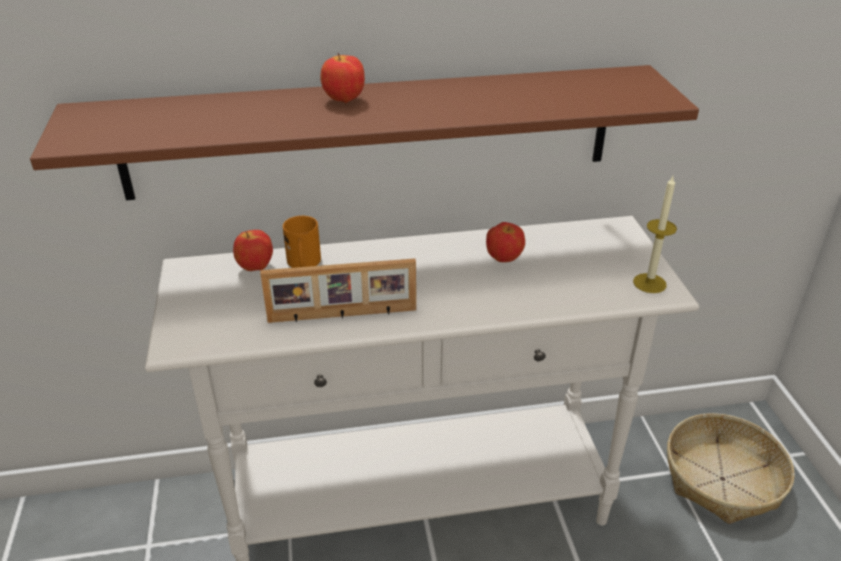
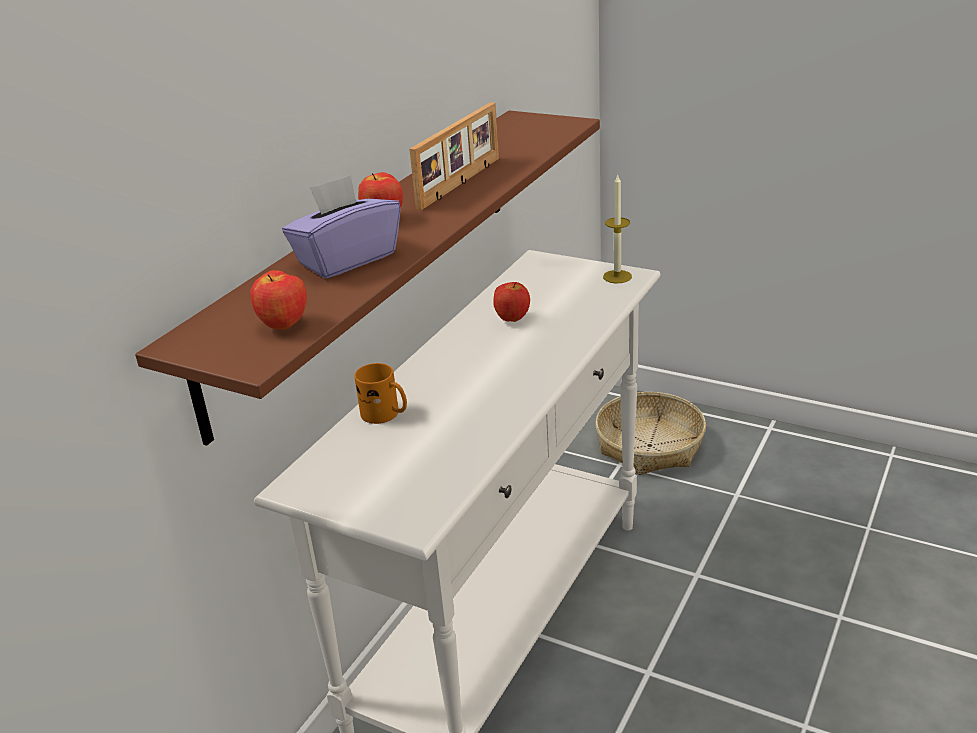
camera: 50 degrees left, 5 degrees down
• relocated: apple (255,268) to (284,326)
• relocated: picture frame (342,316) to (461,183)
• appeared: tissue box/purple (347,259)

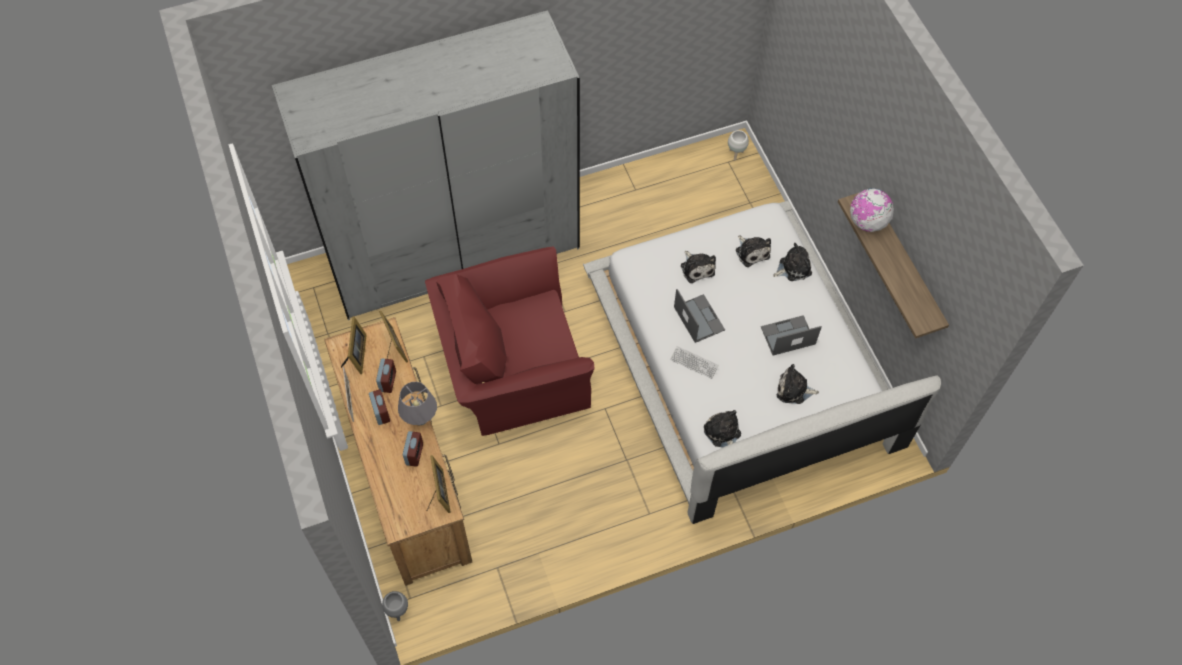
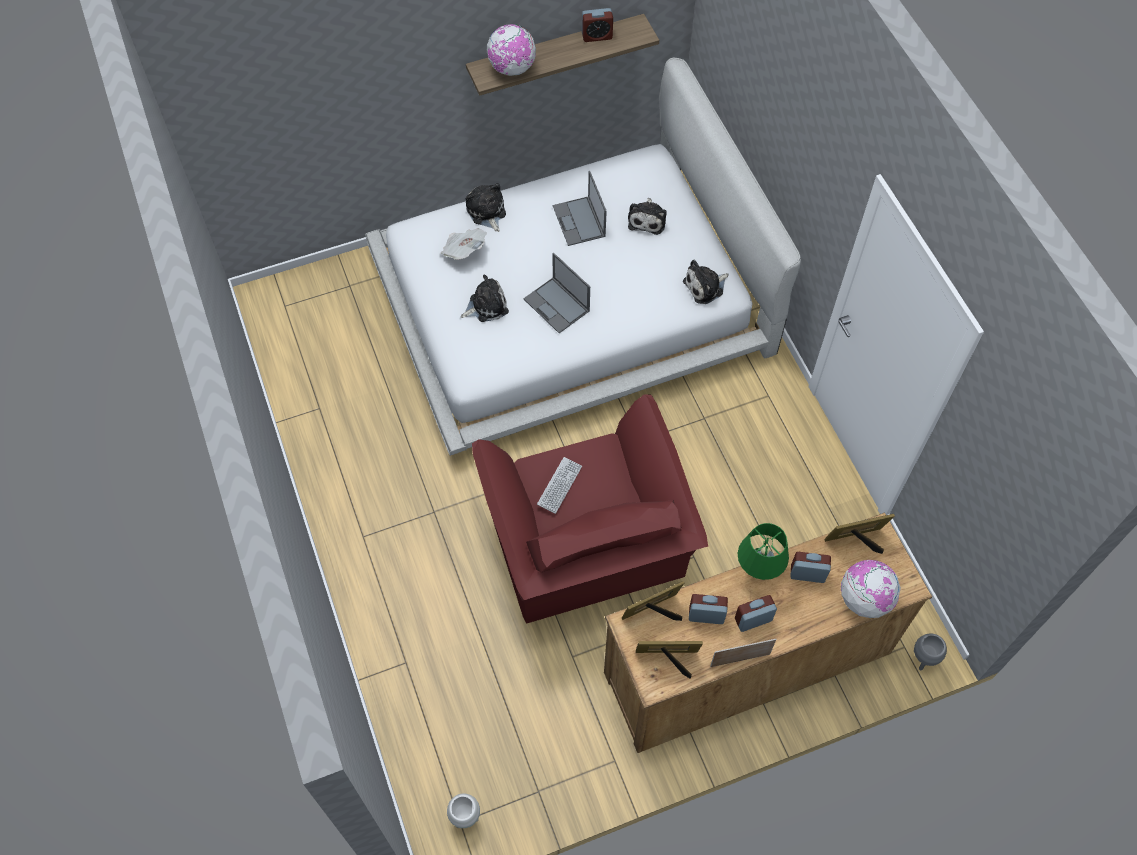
camera: 90 degrees left, 0 degrees up
• missing: wardrobe/grey (454,253)
• relocated: planter/white (736,154) to (465,817)
• exchanged: plush toy (751,252) to newspaper (464,250)
• spun: laptop (698,318) = (557,305) 105 degrees counterclockwise
• relocated: keyboard (694,363) to (559,485)
• colour: table lamp/grey (421,419) to table lamp/green (757,570)
• appeared: alarm clock (597,36)
• appeared: globe (864,599)

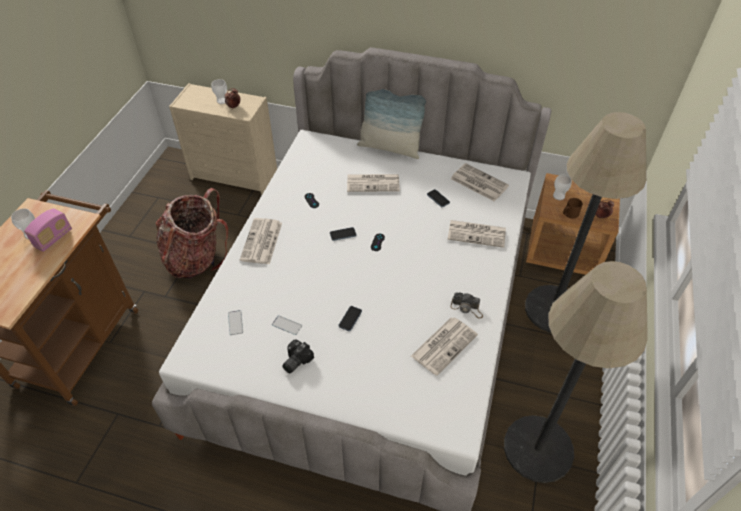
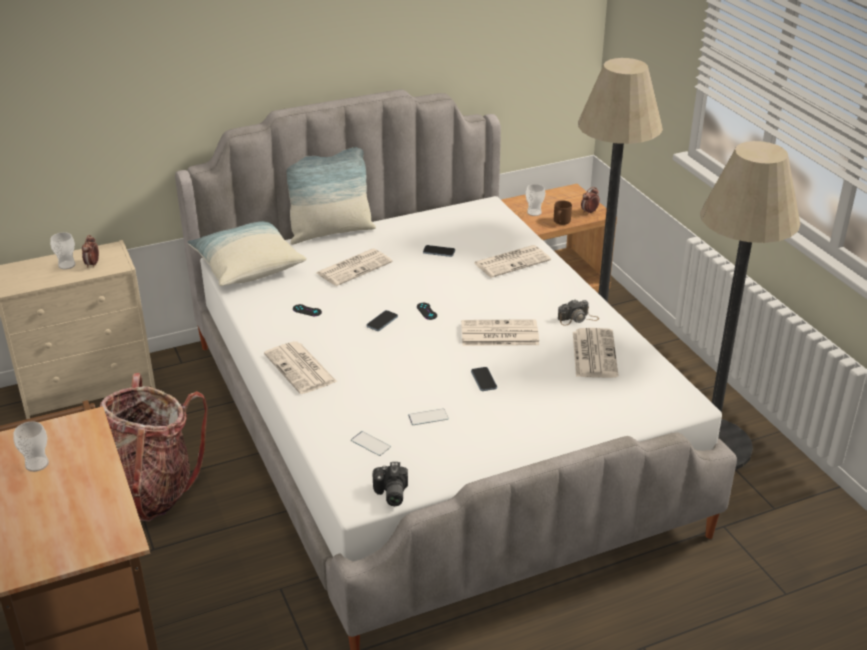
camera: 40 degrees left, 15 degrees down
• relocated: newspaper (478,182) to (498,334)
• missing: radio (53,238)
• relocated: photo camera (295,361) to (390,494)
• appeared: pillow (247,266)

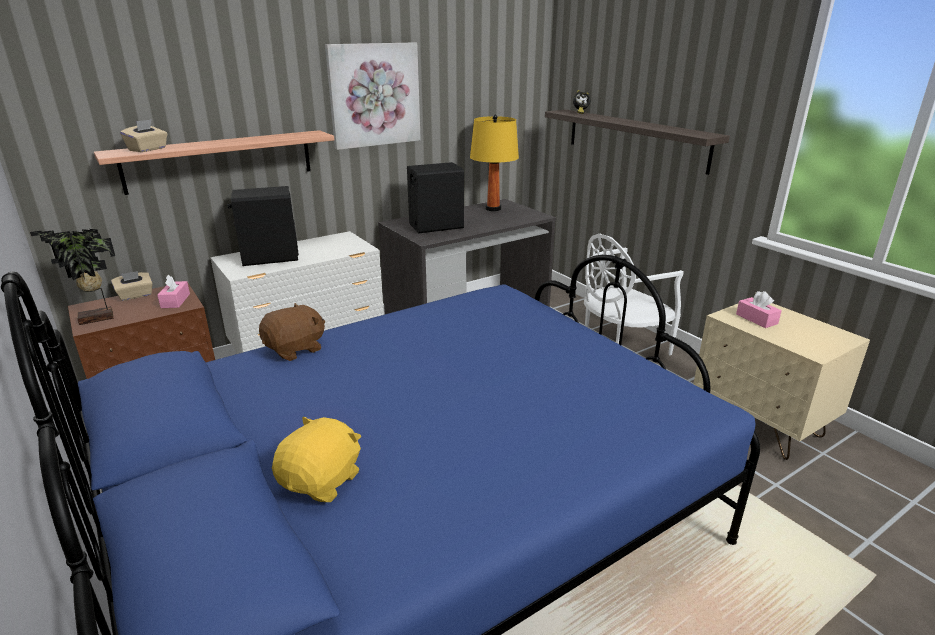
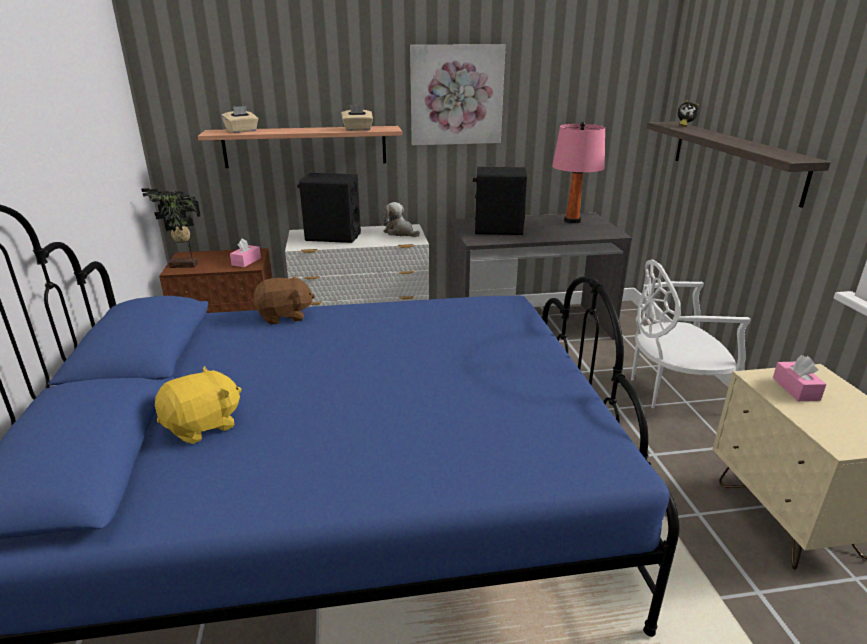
camera: 25 degrees right, 0 degrees up
• colour: table lamp/yellow (493,209) to table lamp/pink (572,221)
• relocated: tissue box/beige (135,295) to (357,129)
• appeared: plush toy (400,233)

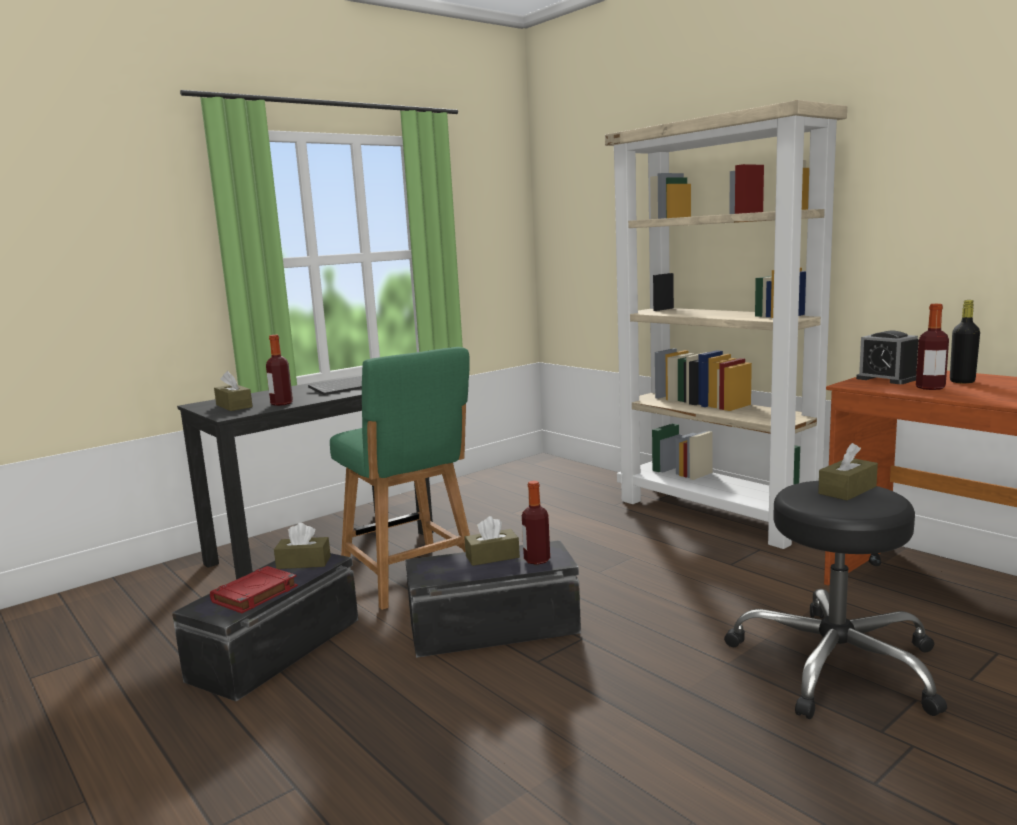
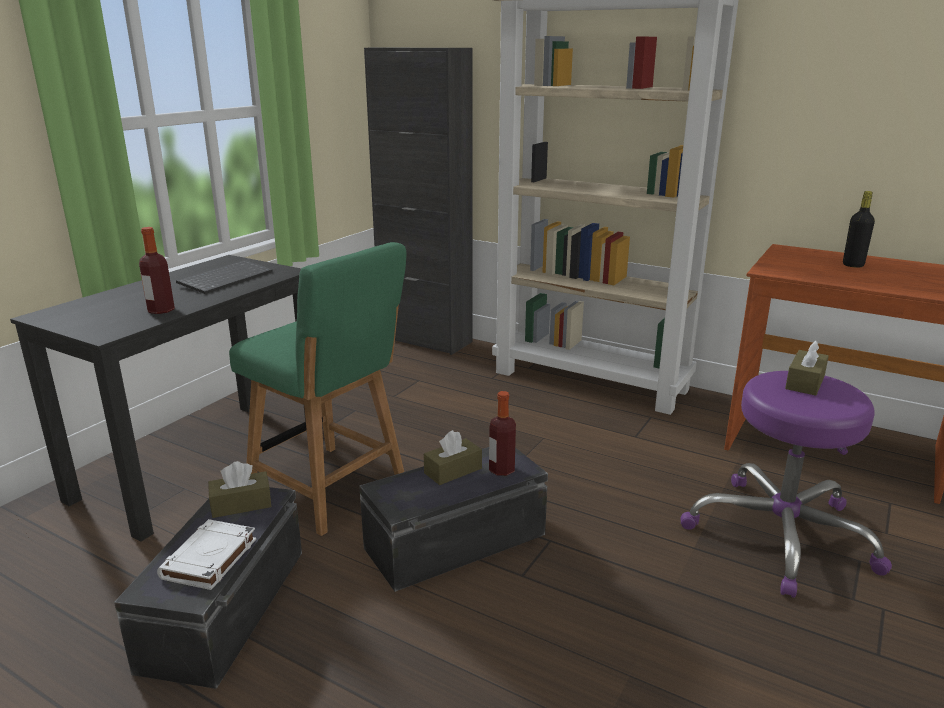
camera: 20 degrees left, 10 degrees up
• missing: bottle (930,388)
• missing: alarm clock (886,379)
• missing: tissue box/brown (234,406)
• colour: stool/black (837,664) to stool/purple (781,534)
• colour: book/red (254,595) to book/white (209,559)
• appeared: cabinet/black (425,340)

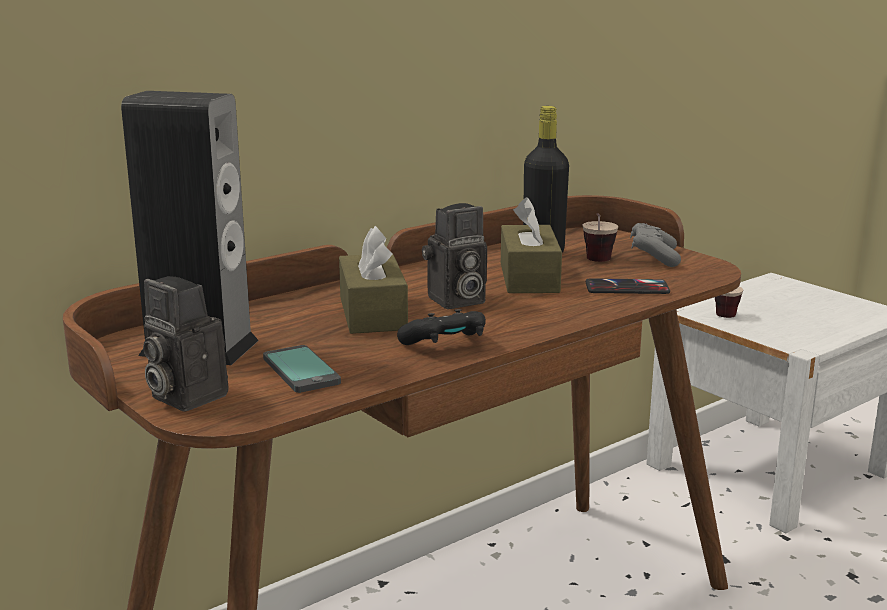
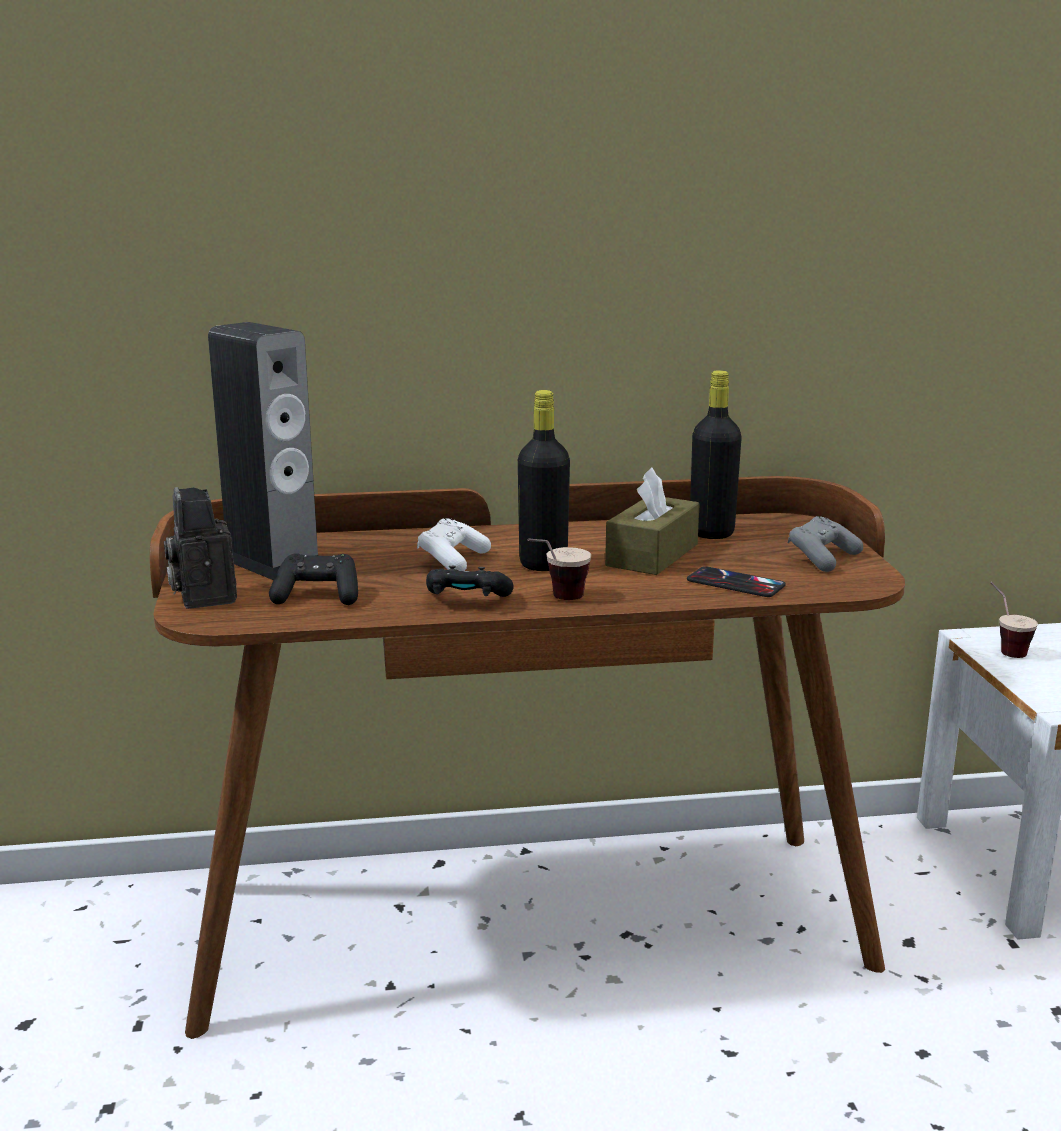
camera: 30 degrees right, 0 degrees up
• exchanged: photo camera (455,301) to bottle/black (543,564)
• relocated: cup (597,263) to (556,601)
• exchanged: tissue box/brown (372,313) to game controller/white (452,560)
• exchanged: phone (301,371) to game controller/black (317,596)

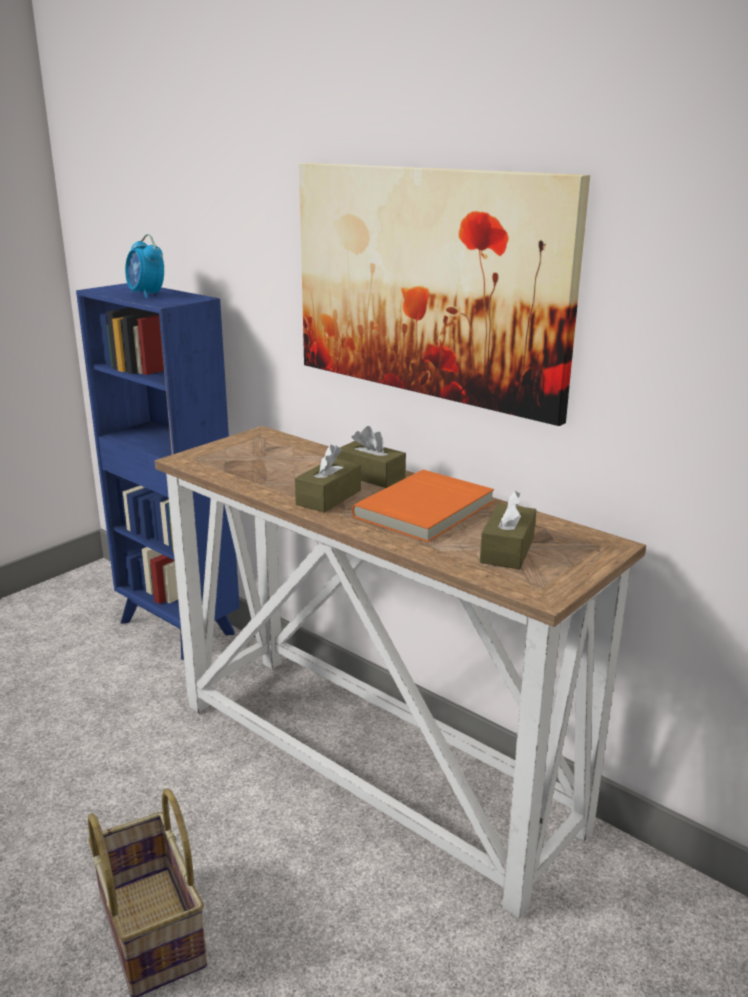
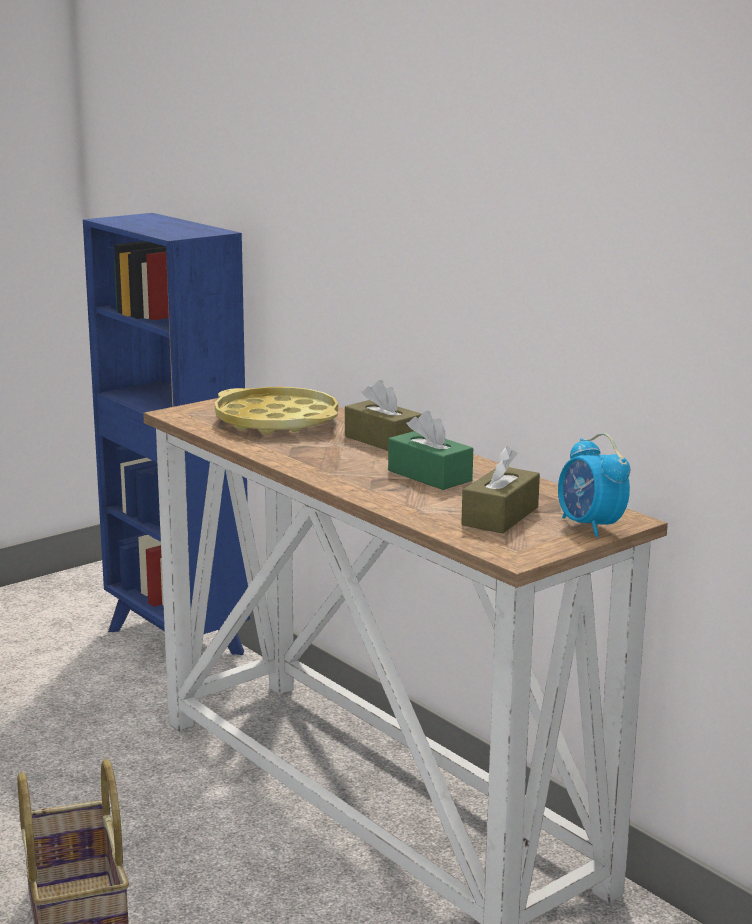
camera: 10 degrees right, 5 degrees down
• missing: picture (428,284)
• relocated: alarm clock (146,295) to (590,526)
• missing: tissue box/brown (328,497)
• exchanged: book/orange (426,510) to tissue box/green (429,475)
• appeared: tray/yellow (276,421)

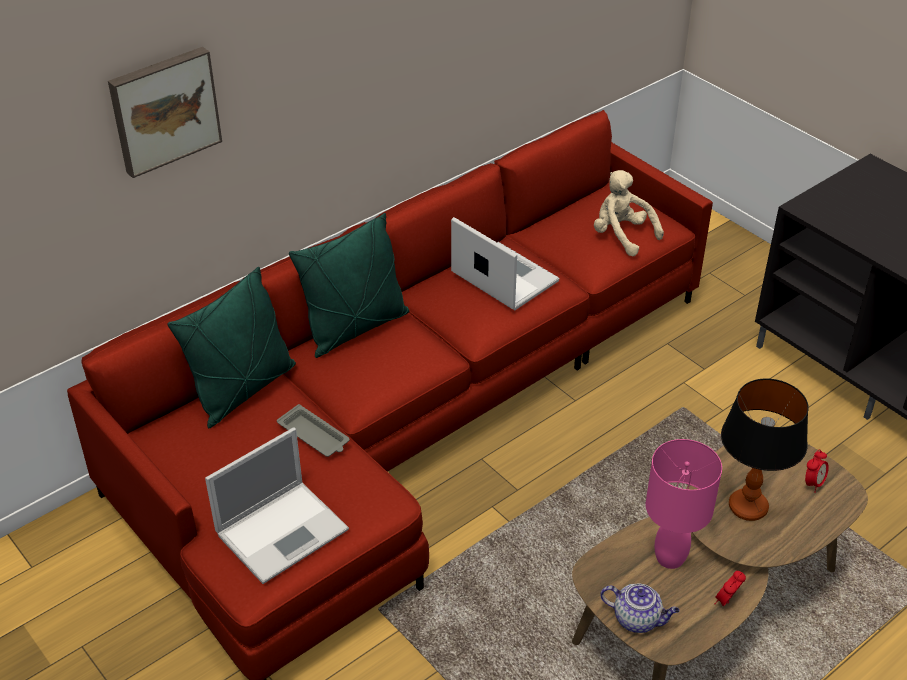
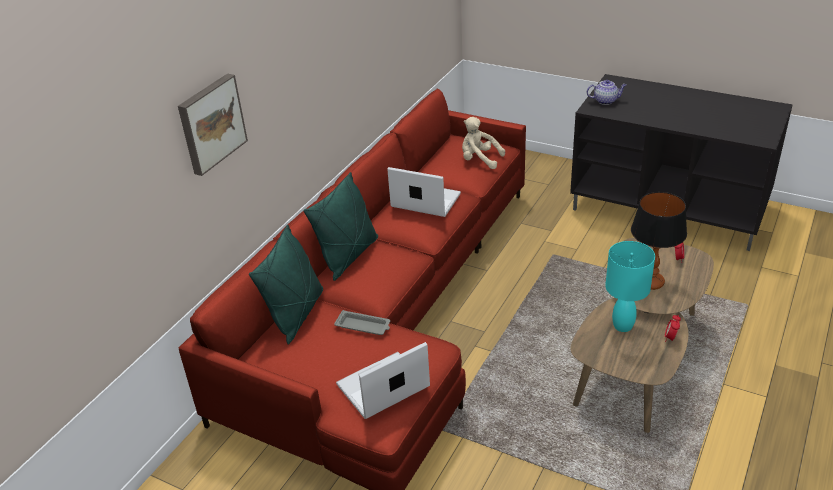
camera: 20 degrees left, 5 degrees down
• spun: laptop (284,530) = (381,387) 150 degrees counterclockwise
• colour: table lamp/pink (669,557) to table lamp/turquoise (622,325)
• relocated: teapot (637,619) to (605,101)

